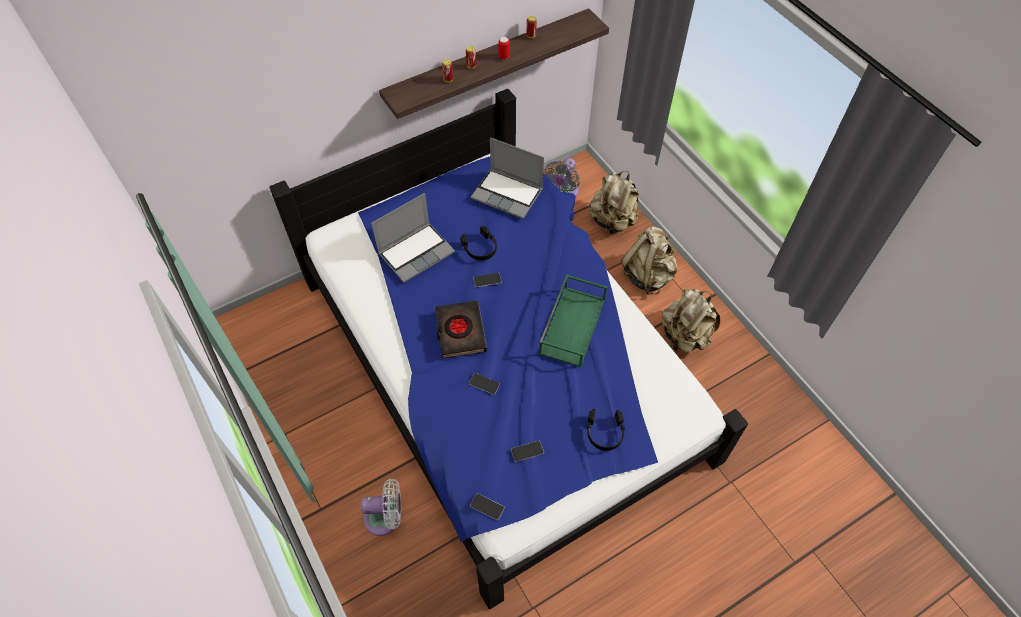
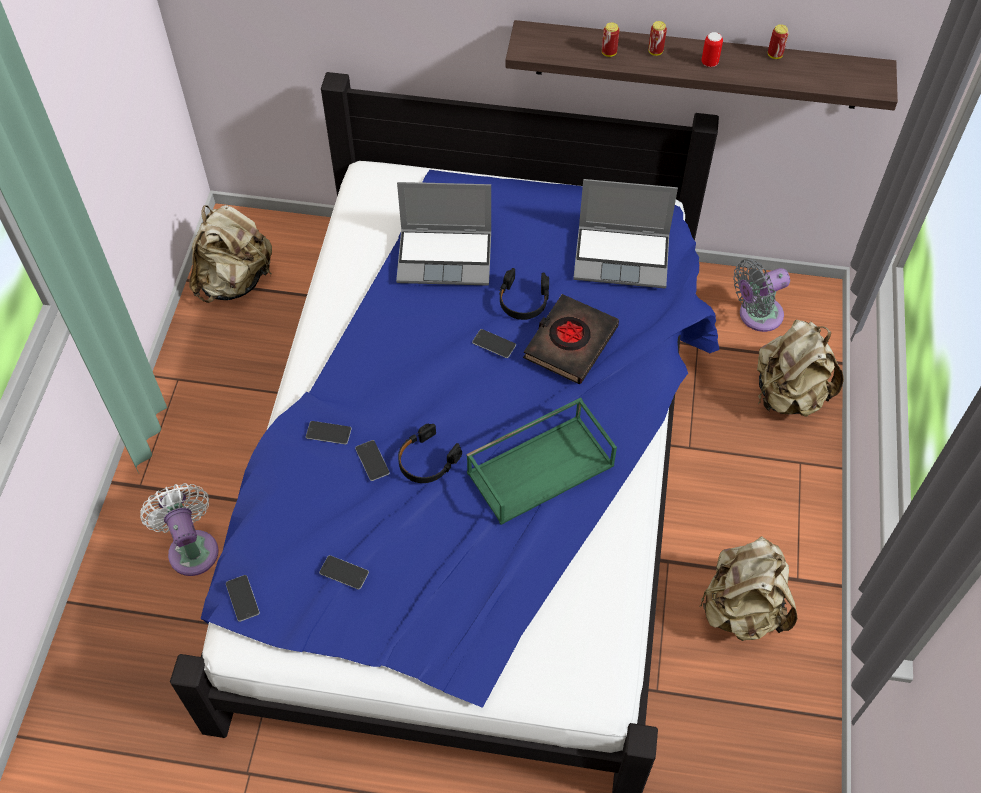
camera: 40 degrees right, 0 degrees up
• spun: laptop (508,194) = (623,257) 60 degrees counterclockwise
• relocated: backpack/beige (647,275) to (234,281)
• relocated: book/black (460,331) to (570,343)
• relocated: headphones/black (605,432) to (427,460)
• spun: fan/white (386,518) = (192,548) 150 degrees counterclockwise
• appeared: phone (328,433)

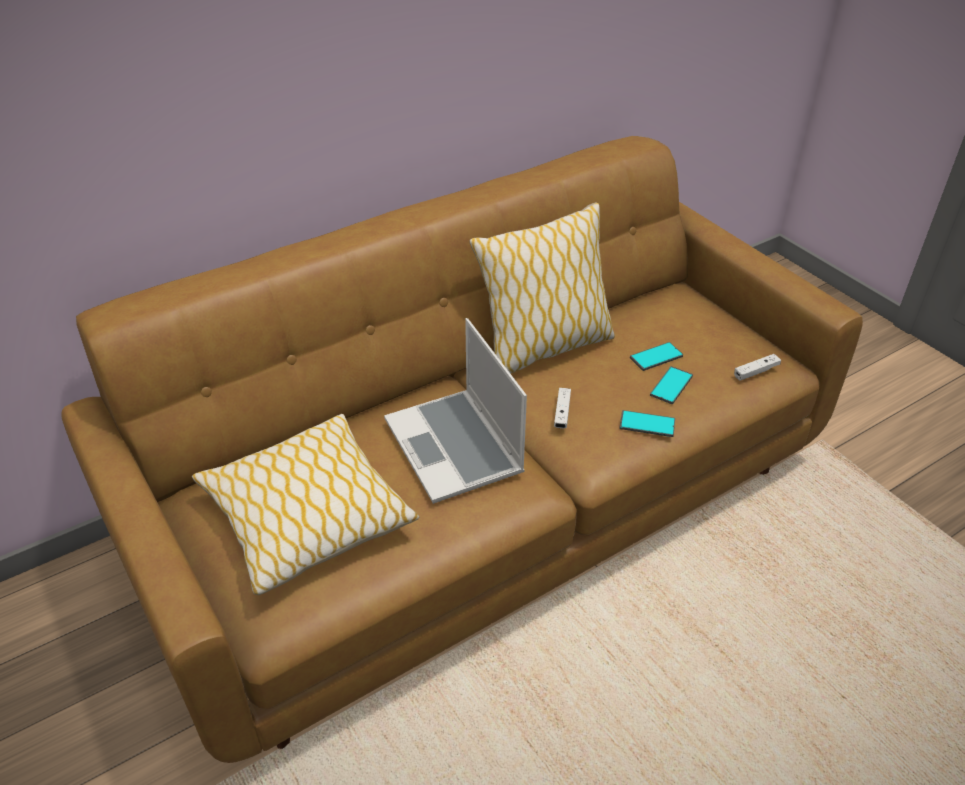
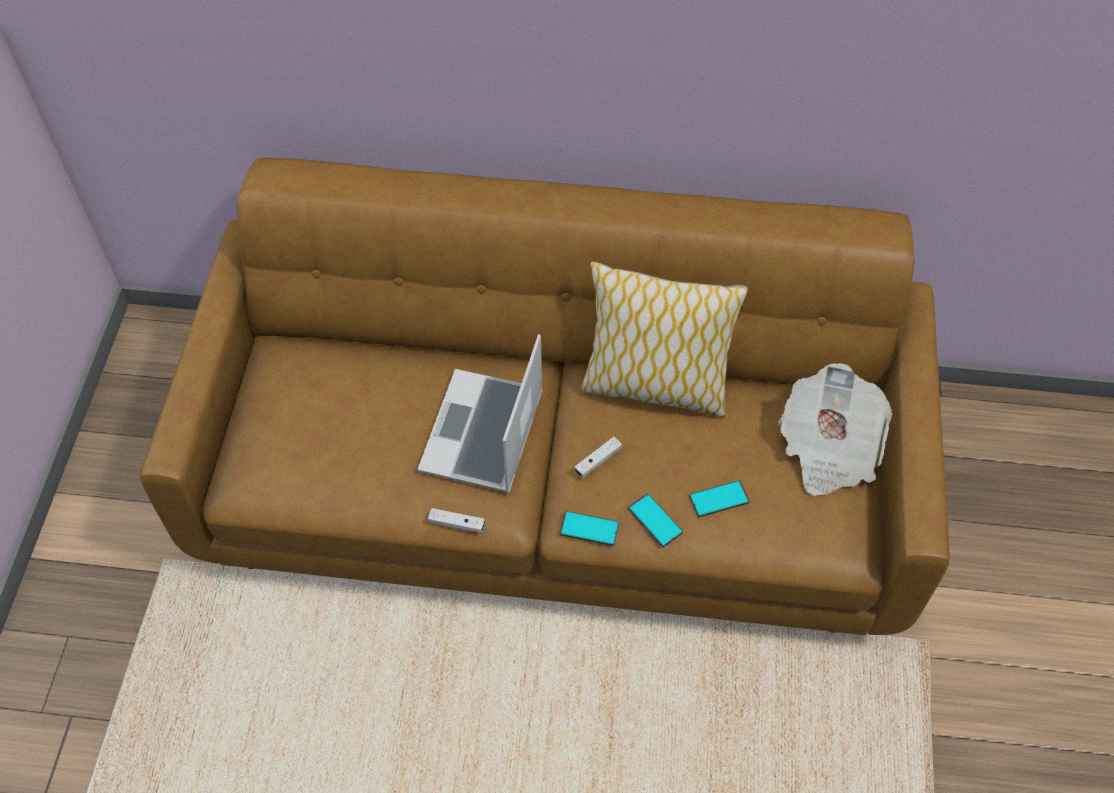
camera: 40 degrees right, 15 degrees up
• relocated: phone (656,357) to (589,529)
• relocated: game controller/white (756,371) to (456,524)
• missing: pillow (306,516)
• appeared: newspaper (828,448)

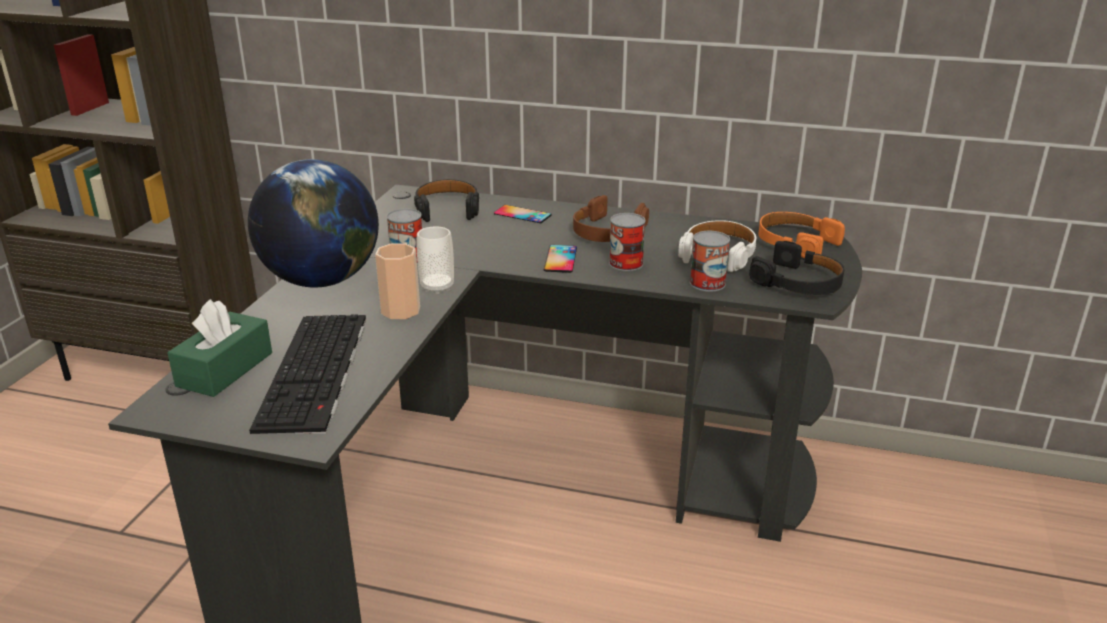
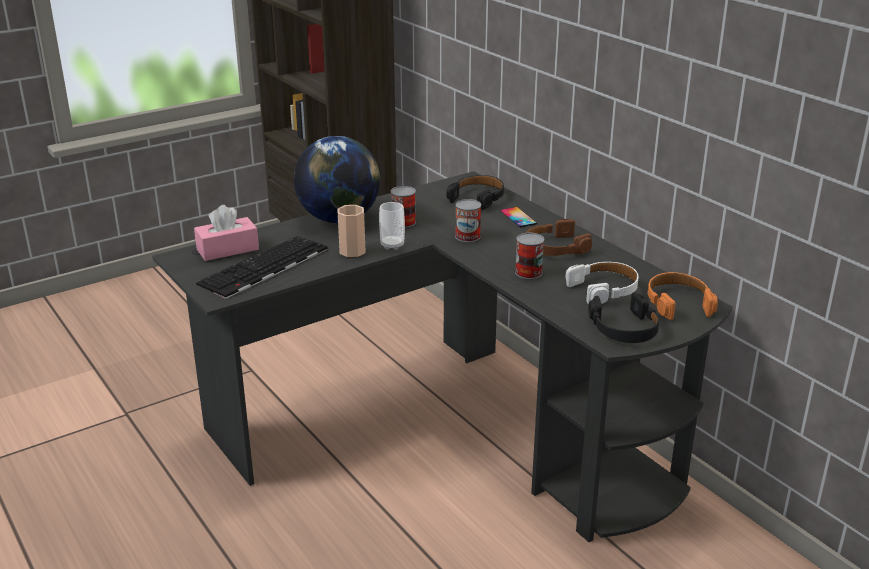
camera: 40 degrees right, 0 degrees up
• relocated: can (707,283) to (467,236)
• missing: phone (560,259)
• colour: tissue box/green (225,369) to tissue box/pink (227,249)

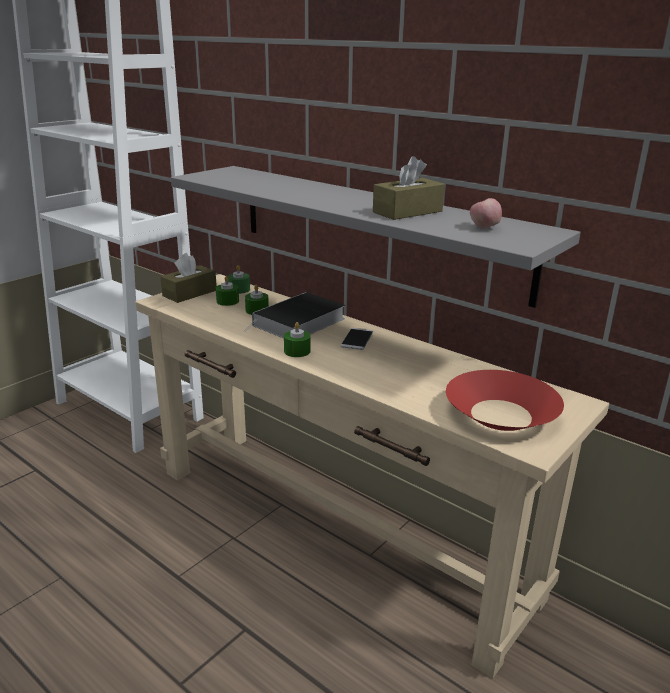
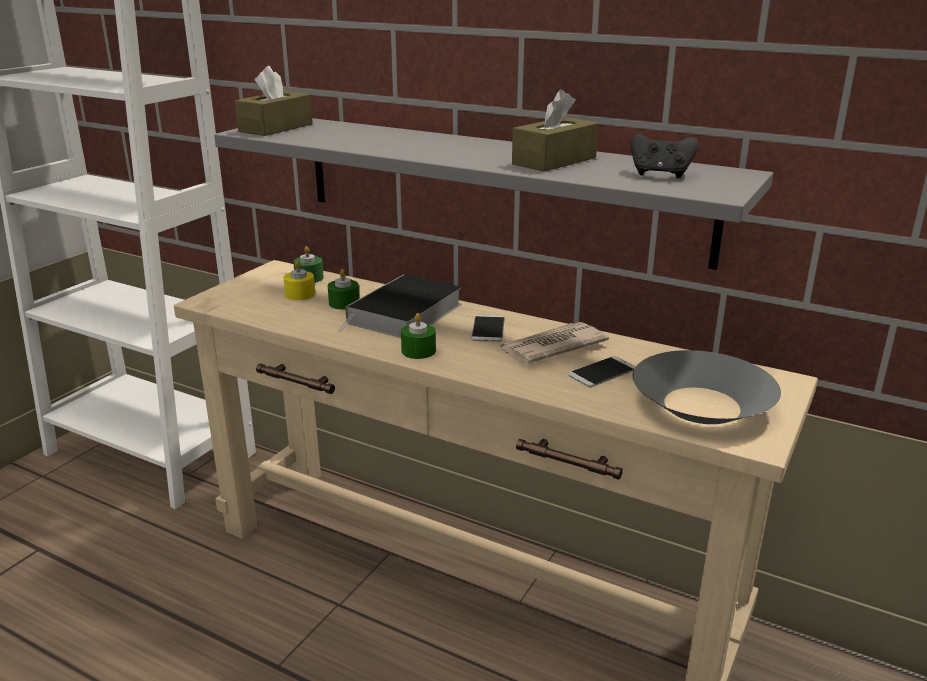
camera: 10 degrees left, 0 degrees up
• exchanged: apple (484,228) to game controller/black (660,174)
• relocated: tissue box/brown (190,293) to (276,128)
• colour: candle/green (227,301) to candle/yellow (300,294)
• colour: bowl/red (500,414) to bowl/grey (701,405)
• appeared: newspaper (550,347)
• appeared: phone (602,373)

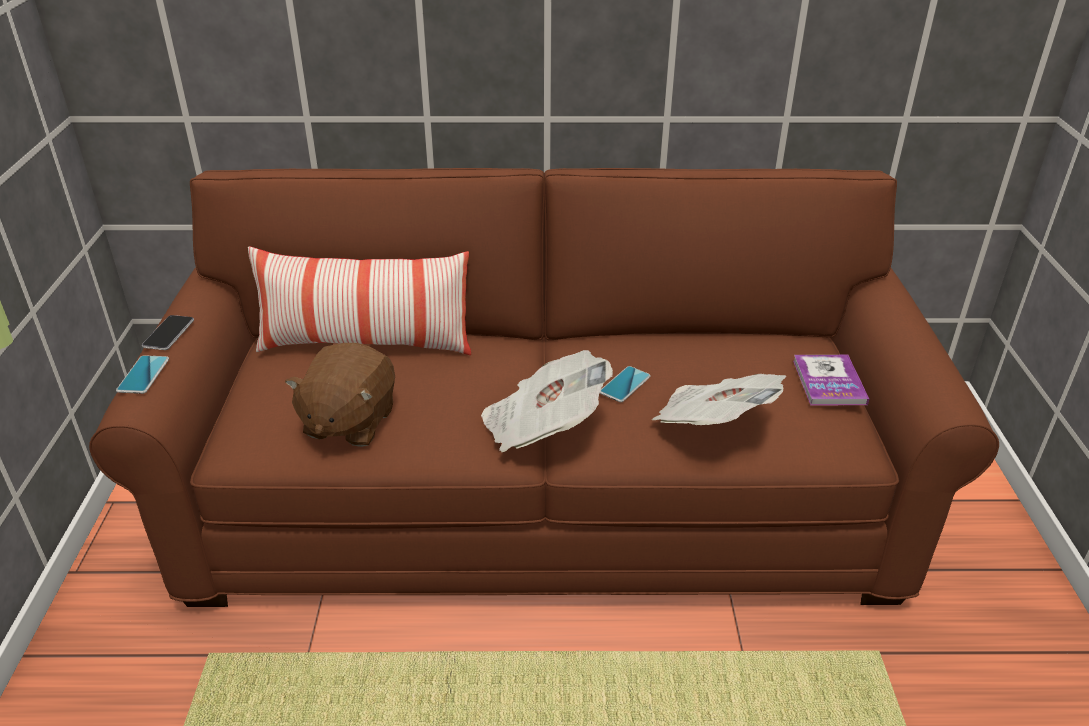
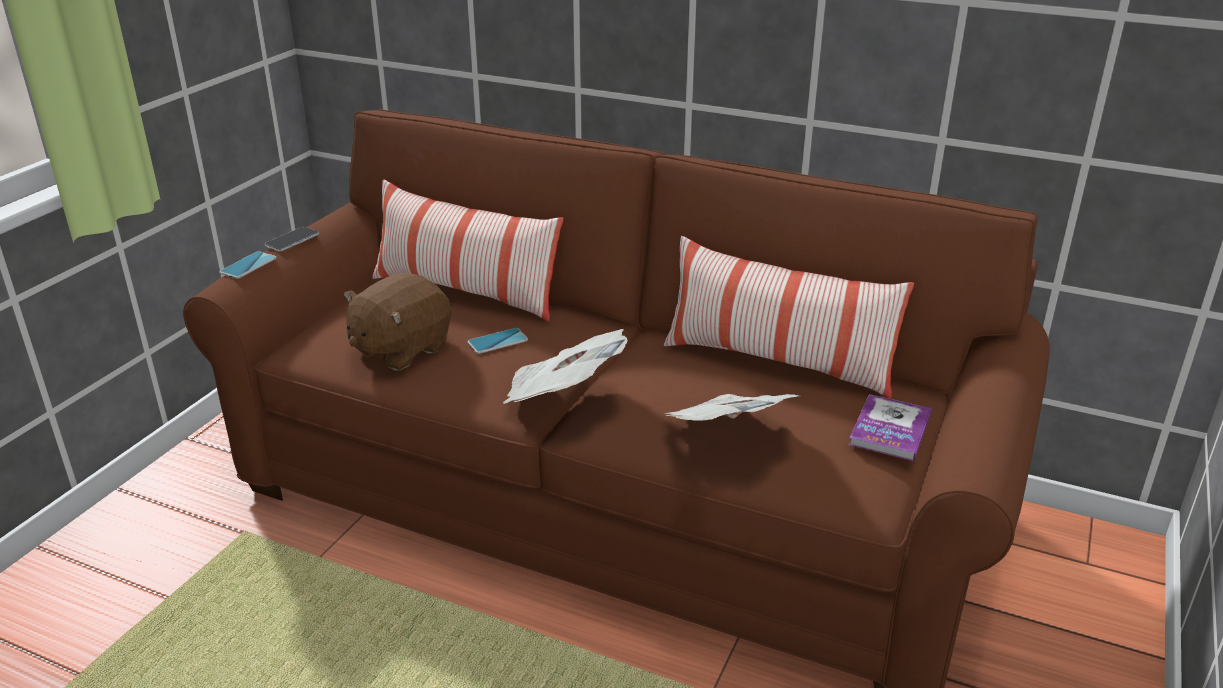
camera: 25 degrees right, 5 degrees down
• relocated: phone (625,385) to (497,341)
• appeared: pillow (777,363)

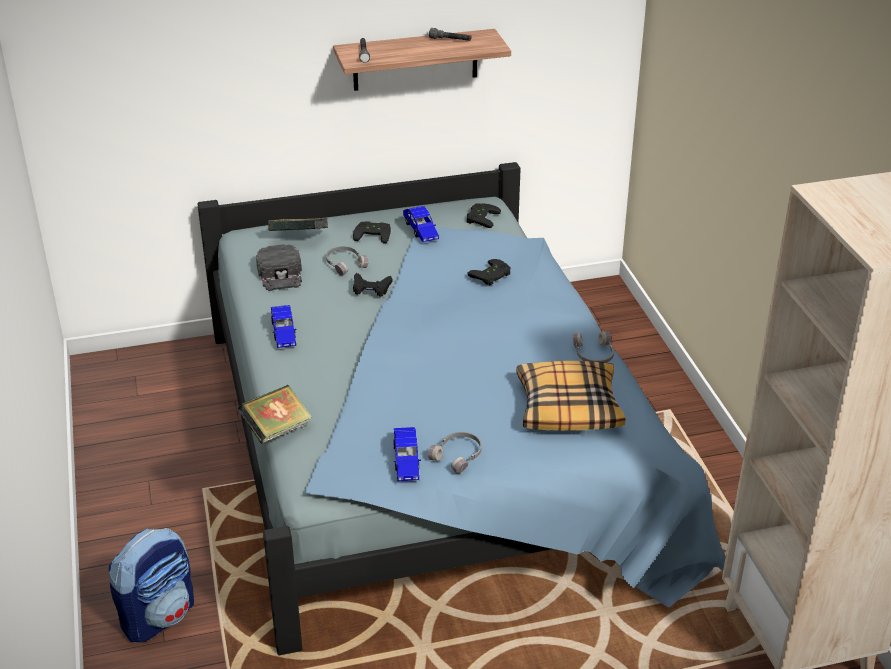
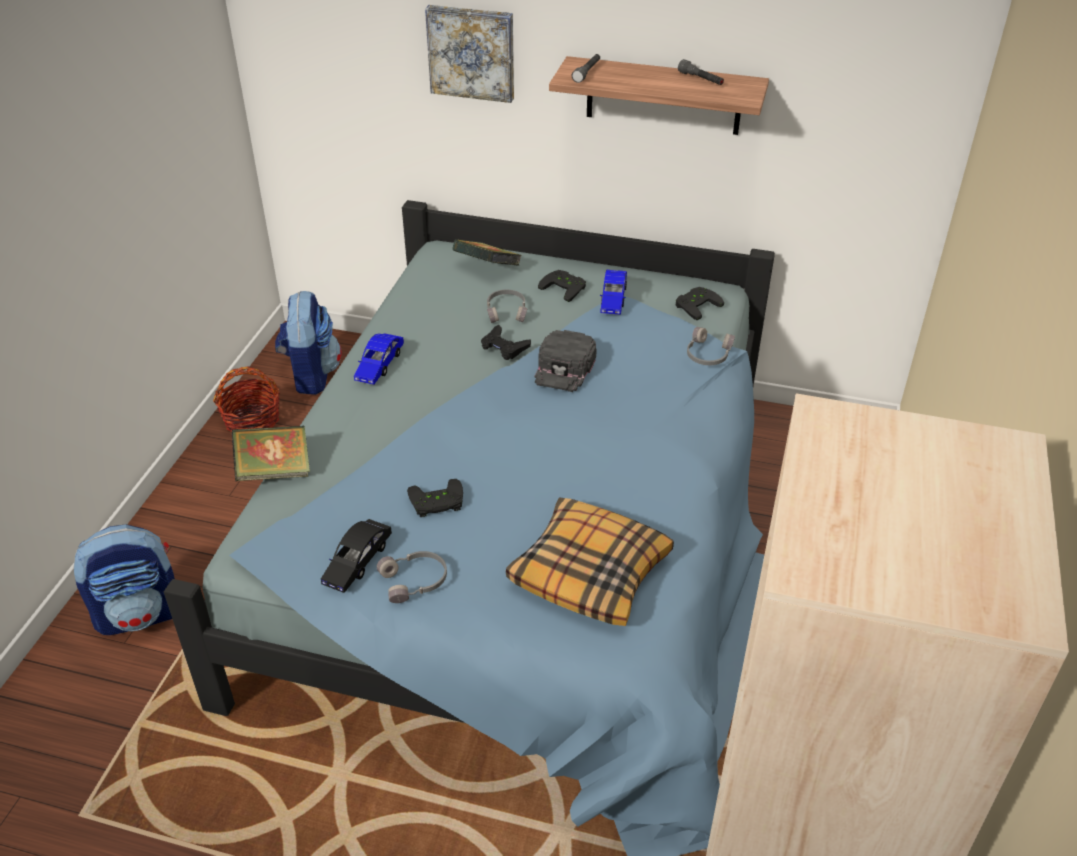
camera: 30 degrees right, 5 degrees up
• relocated: cap/black (280,273) to (565,367)
• relocated: game controller/black (491,276) to (437,503)
• relocated: headphones/grey (593,354) to (707,354)
• colour: toy car/blue (406,460) to toy car/black (358,562)
• appeared: picture (472,52)
• appeared: backpack (311,375)
• appeared: basket (252,420)

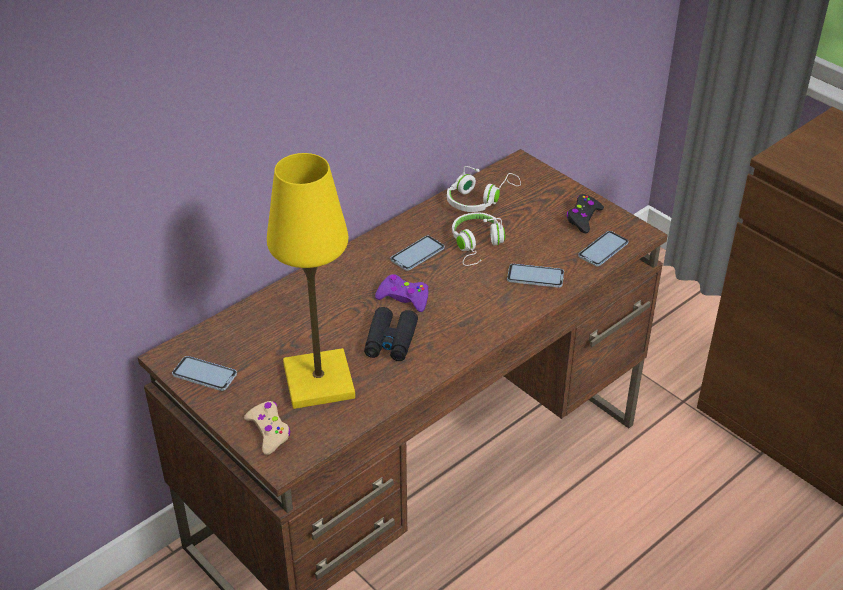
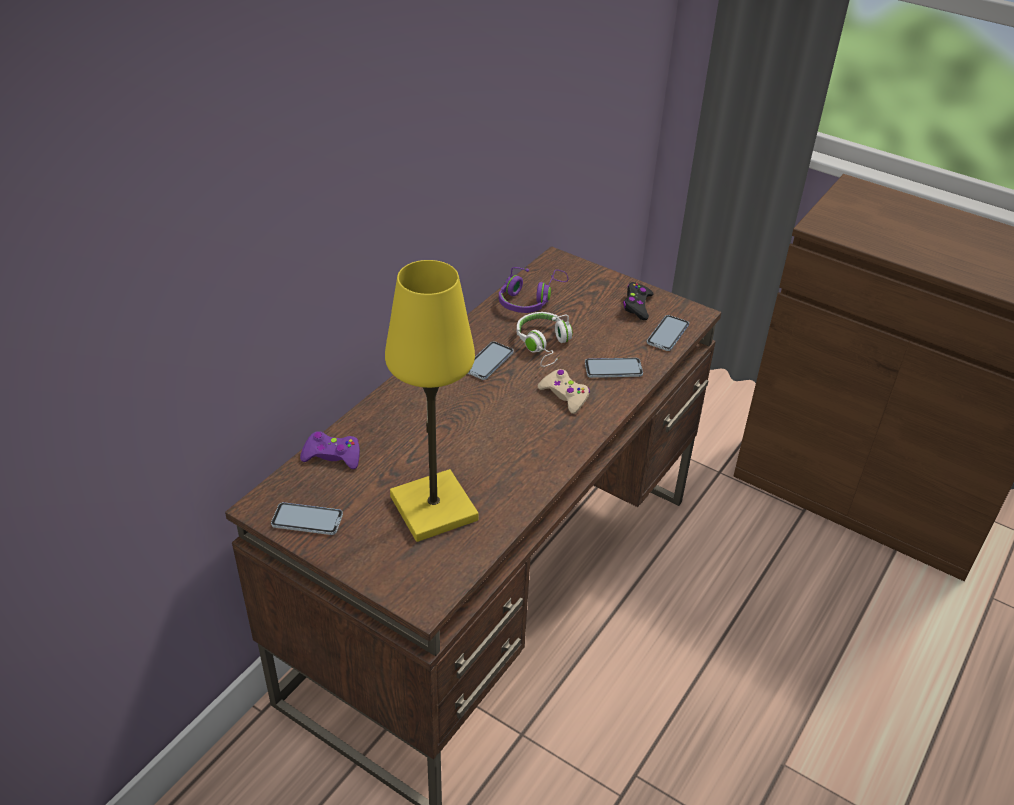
camera: 15 degrees left, 0 degrees up
• colour: headphones/white (479,199) to headphones/purple (530,299)
• relocated: game controller/purple (403,298) to (332,456)
• missing: binoculars/black (390,341)
• relocated: game controller/beige (269,431) to (564,395)

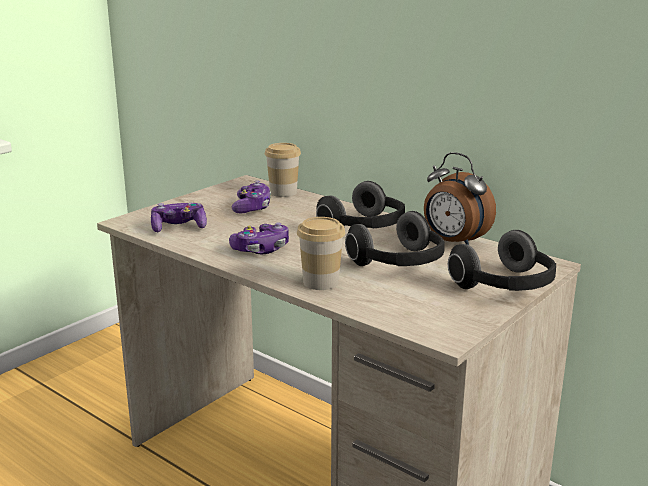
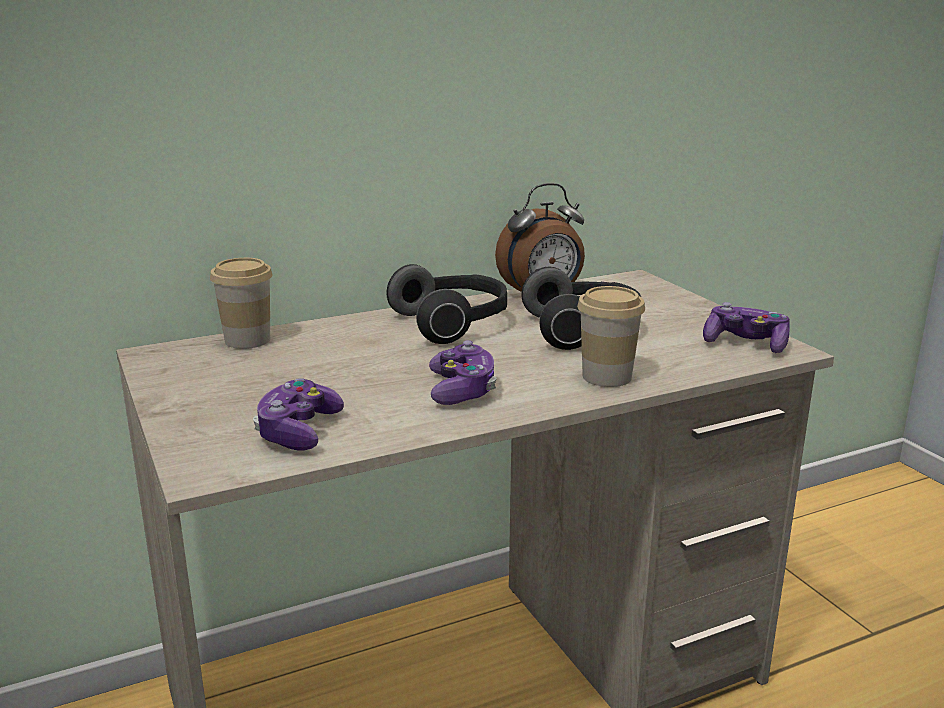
camera: 65 degrees left, 0 degrees up
• relocated: game controller (252,207) to (745,343)
• missing: headphones (506,287)

